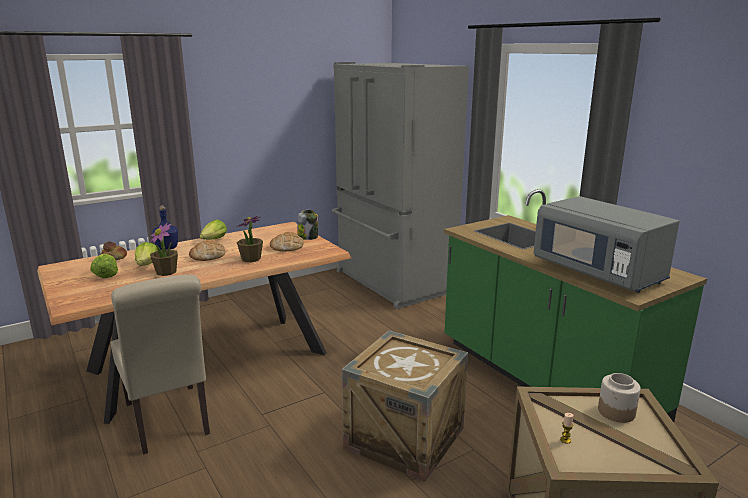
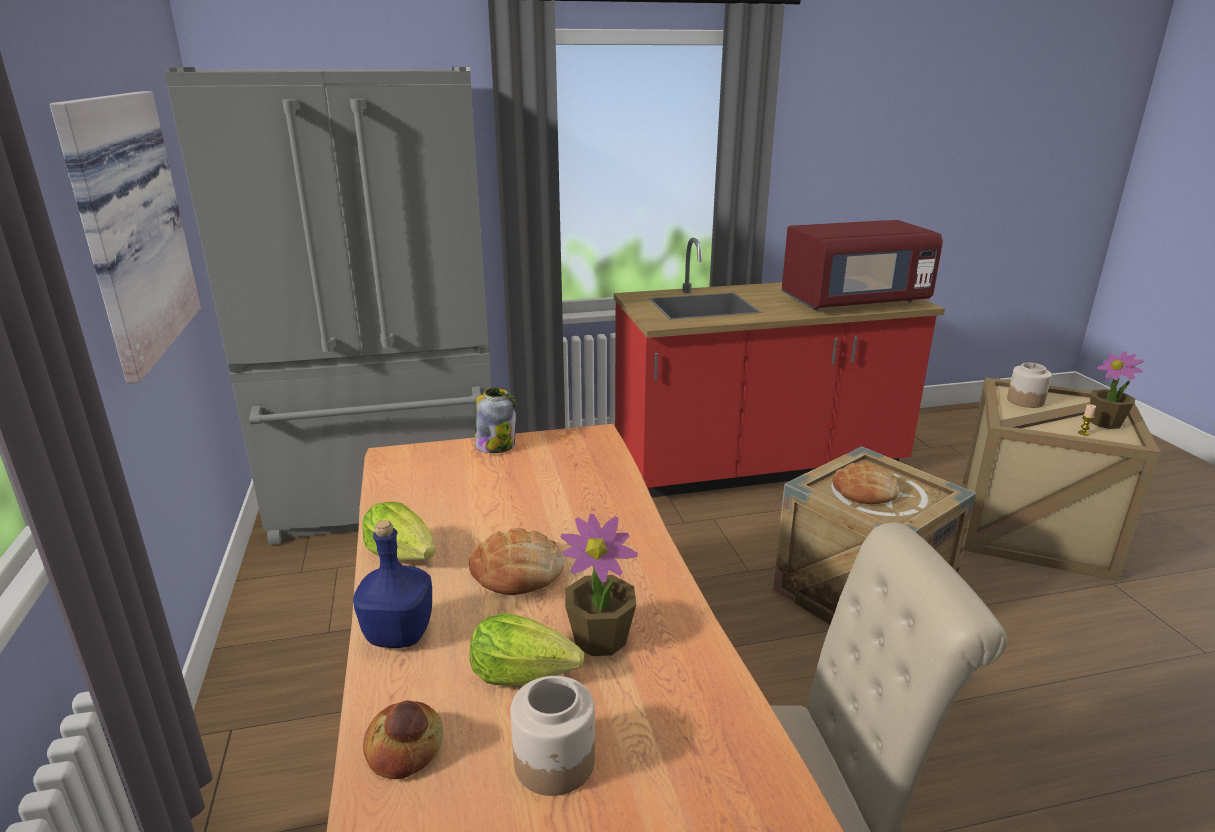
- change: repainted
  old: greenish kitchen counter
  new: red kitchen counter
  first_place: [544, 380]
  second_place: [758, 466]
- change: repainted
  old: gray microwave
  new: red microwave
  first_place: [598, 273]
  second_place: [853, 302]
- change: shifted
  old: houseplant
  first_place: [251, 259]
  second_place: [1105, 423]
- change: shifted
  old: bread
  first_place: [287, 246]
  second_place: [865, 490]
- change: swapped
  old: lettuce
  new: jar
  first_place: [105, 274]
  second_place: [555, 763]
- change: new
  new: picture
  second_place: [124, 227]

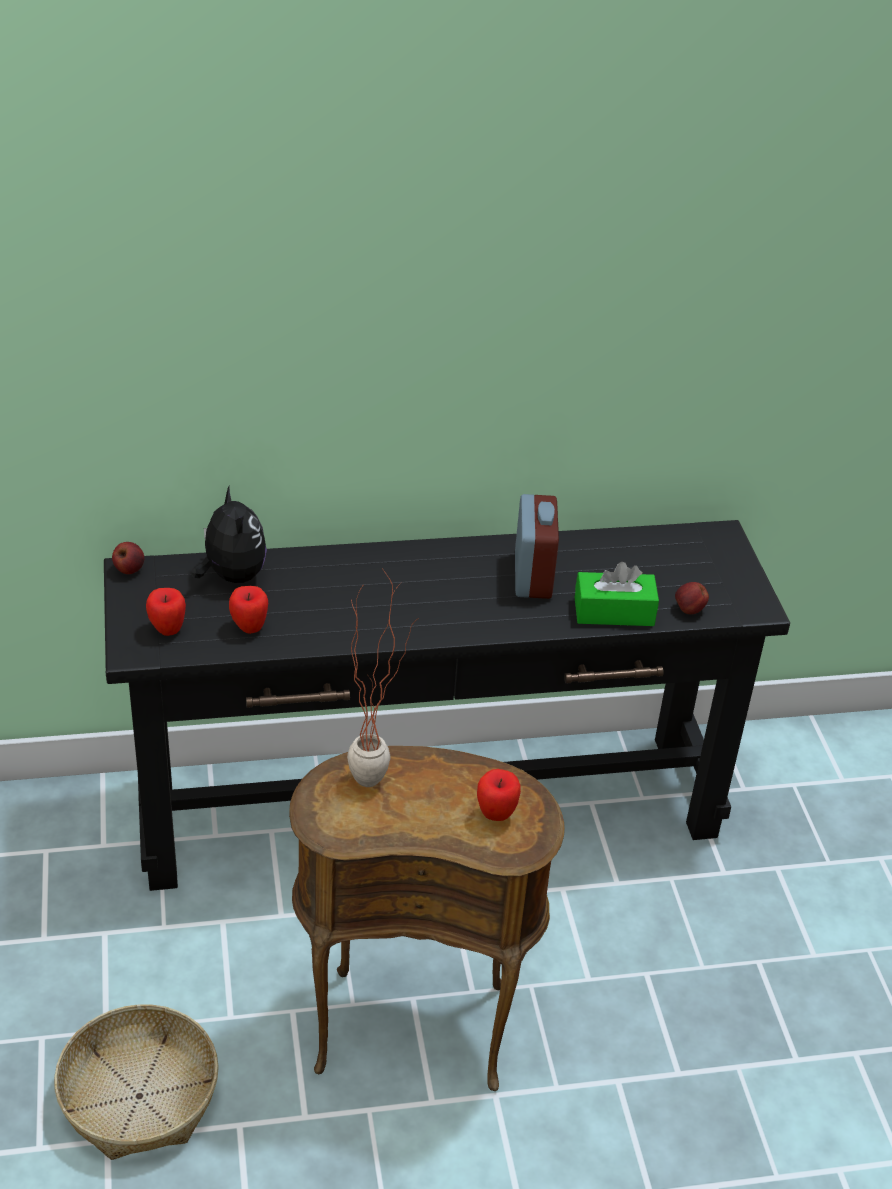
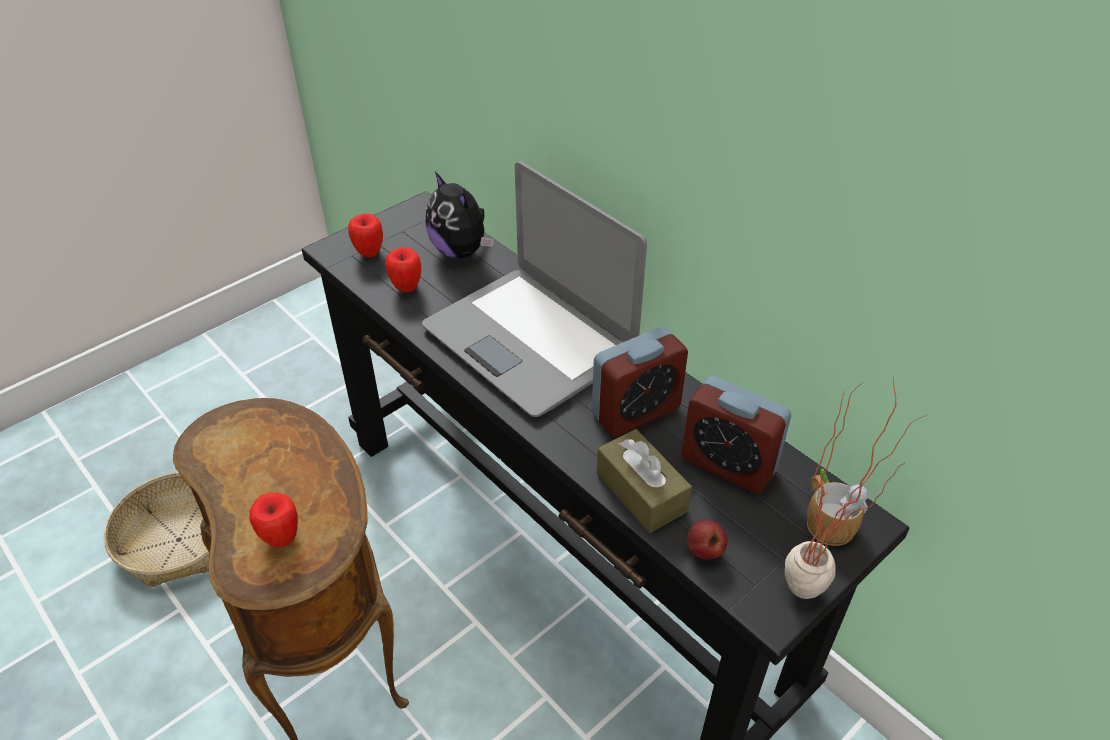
- change: rotated
  old: plush toy
  first_place: [231, 576]
  second_place: [461, 251]
  degrees: 105
- change: gone
  old: whole apple
  first_place: [129, 570]
- change: repainted
  old: greenish box of tissues
  new: brownish box of tissues
  first_place: [614, 612]
  second_place: [641, 492]
- change: shifted
  old: houseplant
  first_place: [379, 776]
  second_place: [818, 594]
- change: new
  new: laptop
  second_place: [530, 340]
- change: new
  new: table clock
  second_place: [728, 464]
- change: new
  new: tea mug
  second_place: [827, 518]

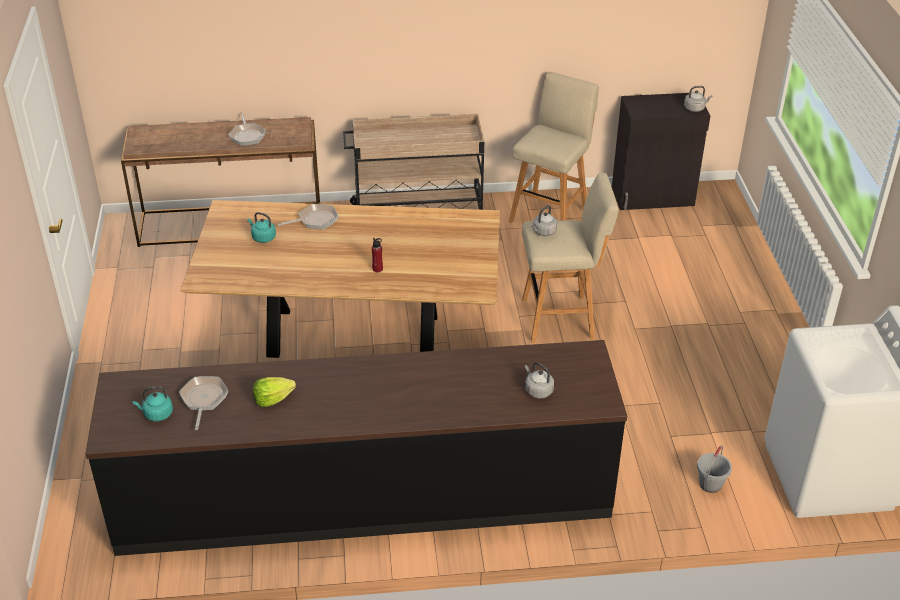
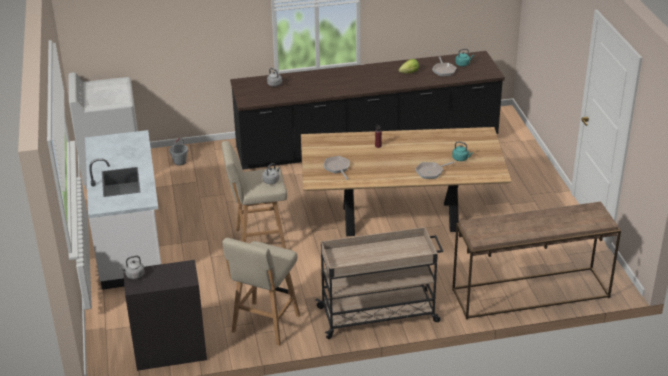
- change: shifted
  old: frying pan
  first_place: [247, 135]
  second_place: [337, 168]
- change: new
  new: whitish kitchen counter
  second_place: [130, 243]

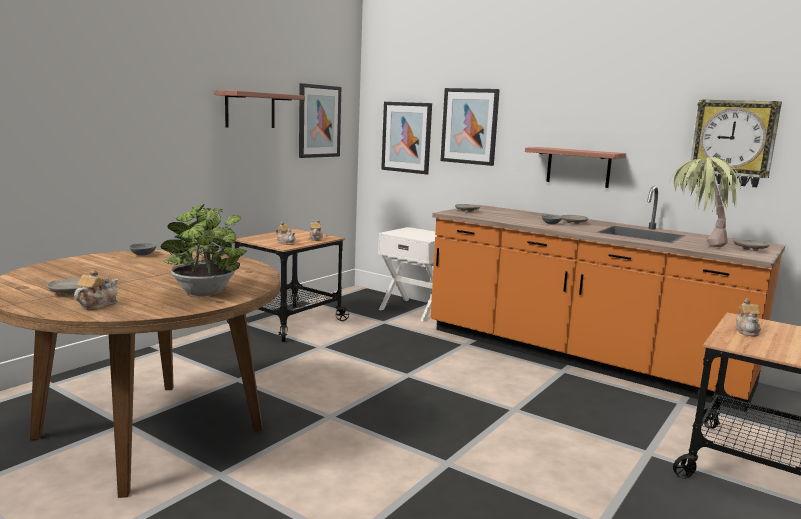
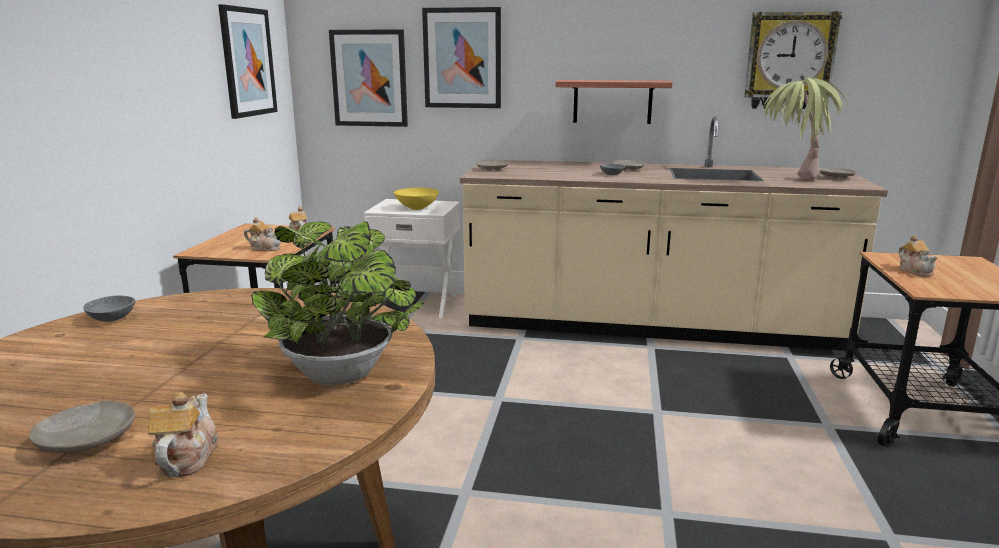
- change: gone
  old: shelf
  first_place: [250, 110]
- change: repainted
  old: orangey kitchen counter
  new: beige kitchen counter
  first_place: [580, 357]
  second_place: [648, 324]
- change: new
  new: yellowish serving bowl
  second_place: [417, 208]

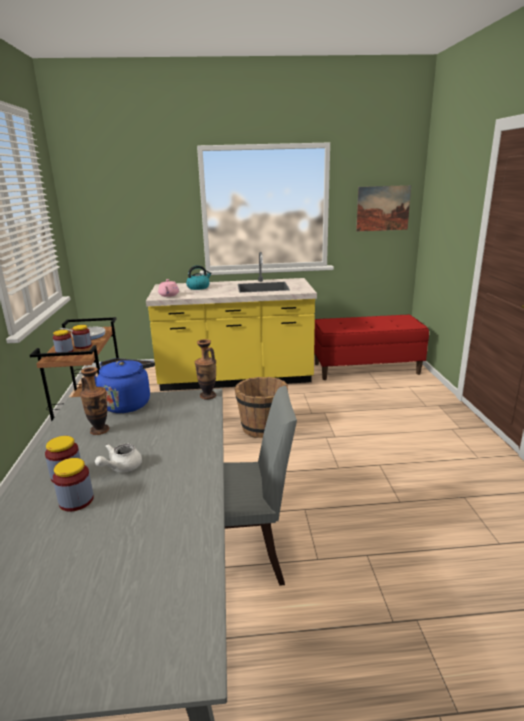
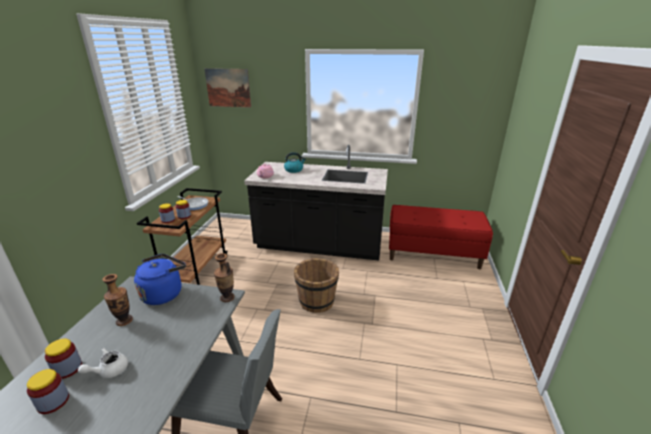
- change: shifted
  old: picture
  first_place: [383, 208]
  second_place: [228, 88]
- change: repainted
  old: yellowish kitchen counter
  new: blackish kitchen counter
  first_place: [235, 378]
  second_place: [319, 245]

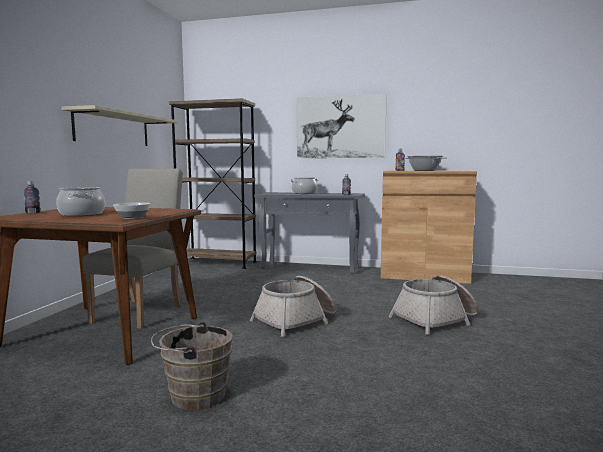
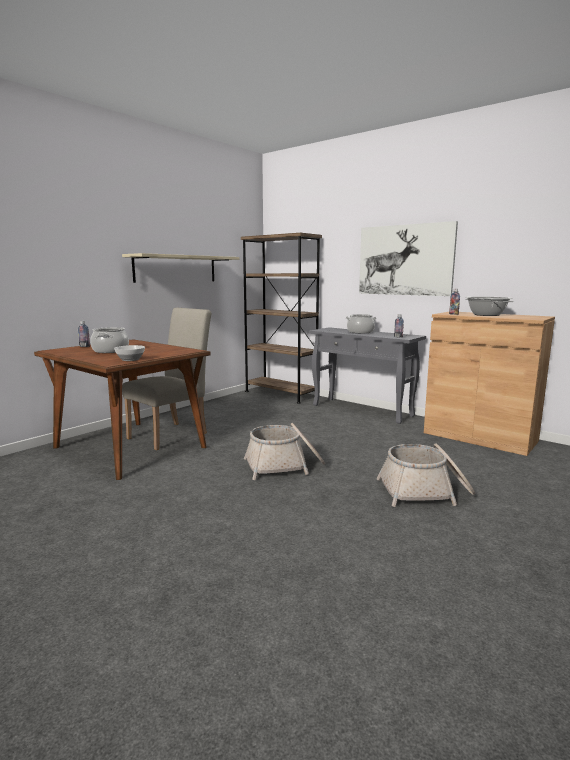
- change: gone
  old: brownish pail
  first_place: [193, 395]

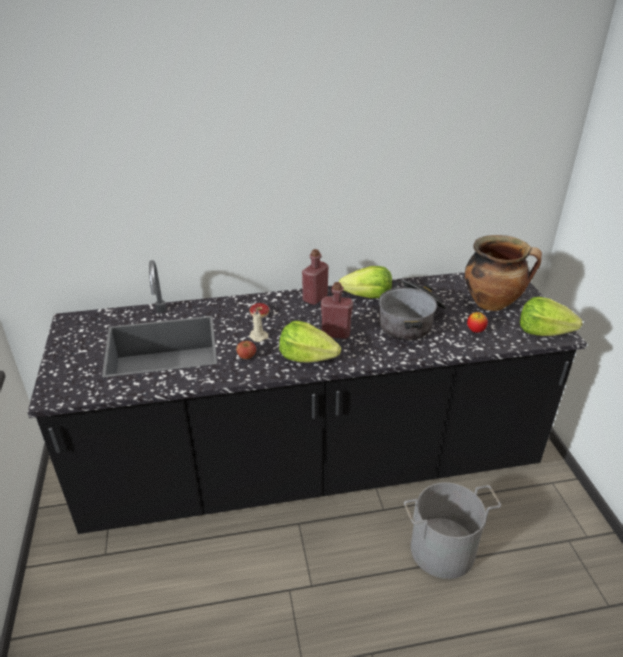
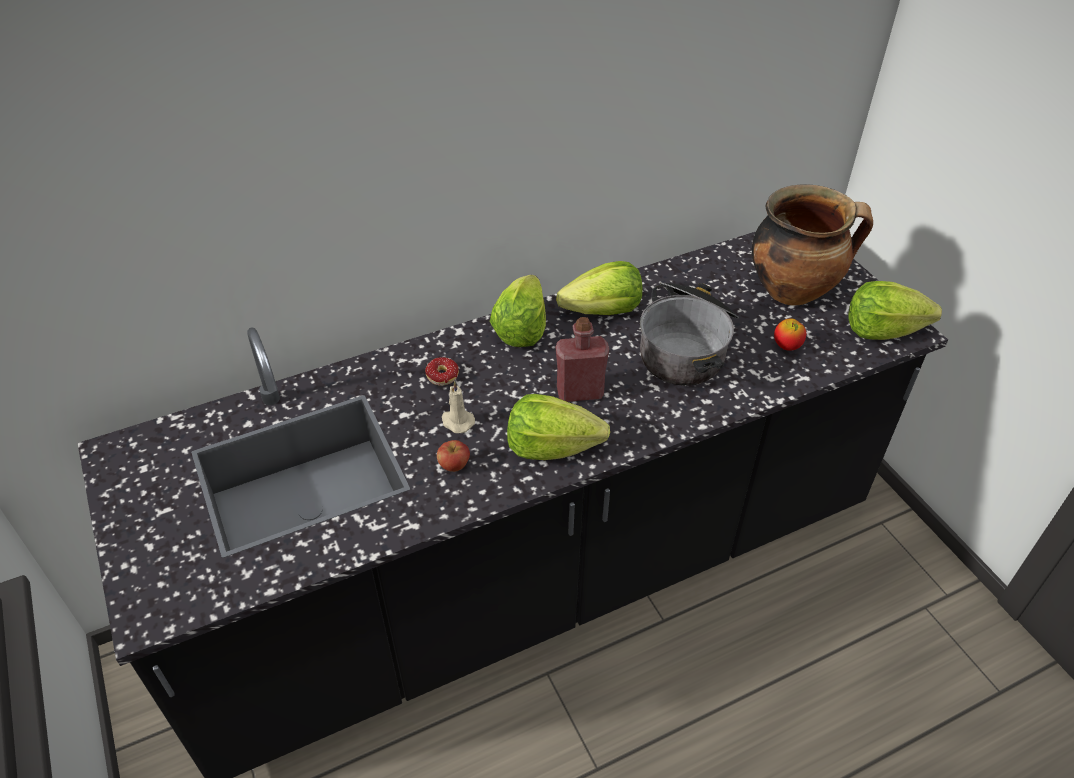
- change: swapped
  old: red bottle
  new: lettuce
  first_place: [315, 298]
  second_place: [521, 329]
- change: gone
  old: gray pail
  first_place: [443, 550]

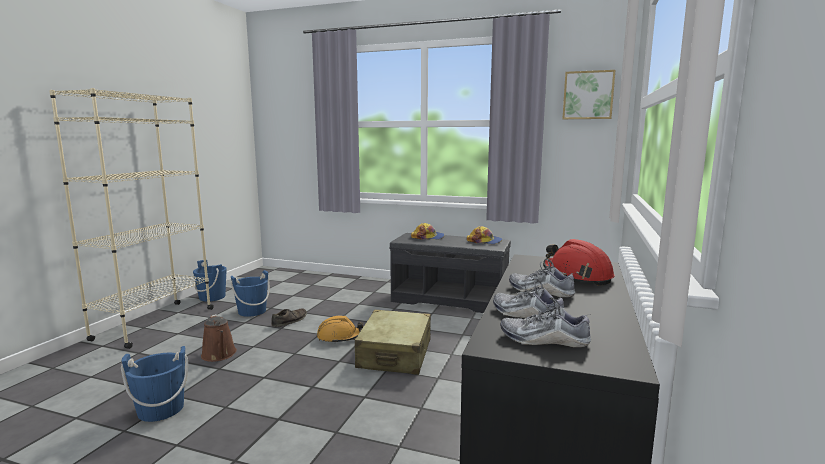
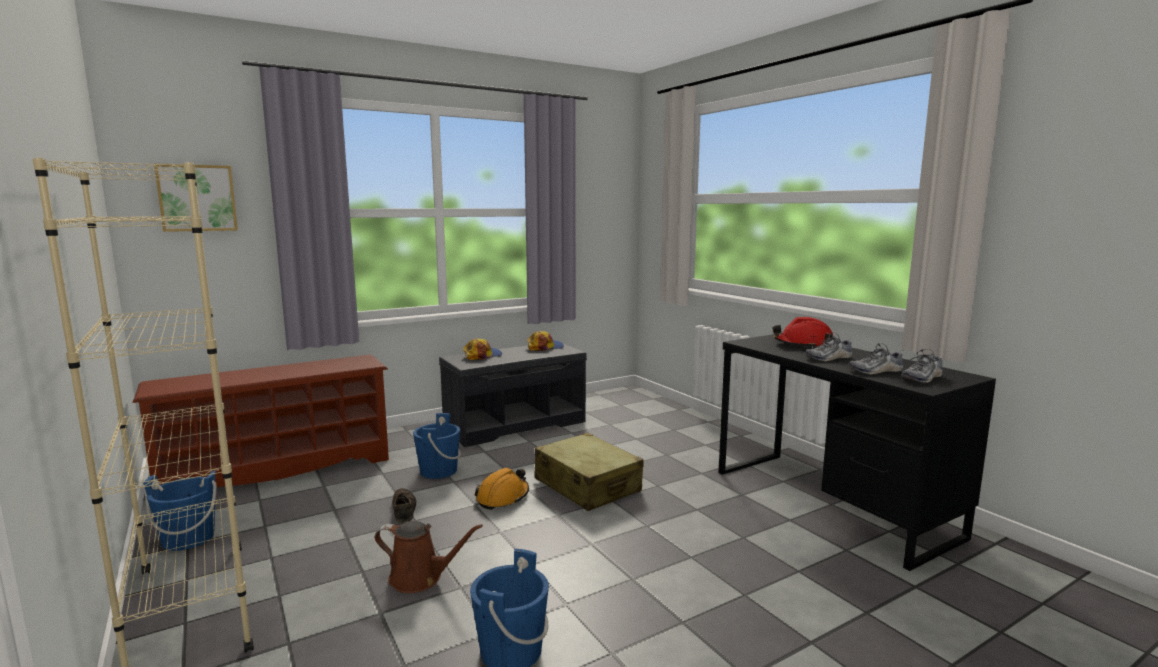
- change: shifted
  old: picture
  first_place: [588, 95]
  second_place: [197, 198]
- change: shifted
  old: blue-coloured pail
  first_place: [252, 311]
  second_place: [438, 471]
- change: new
  new: brownish shoe stand
  second_place: [279, 470]

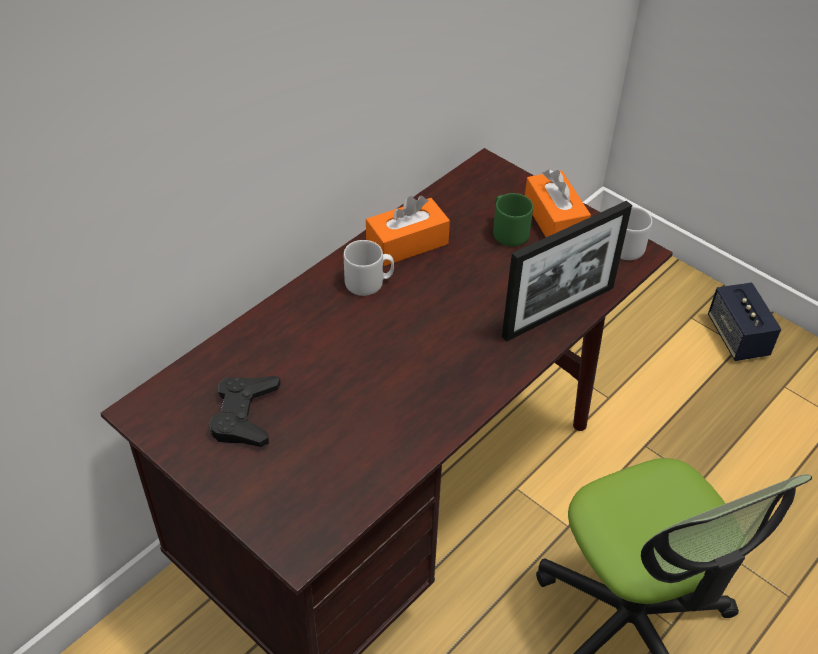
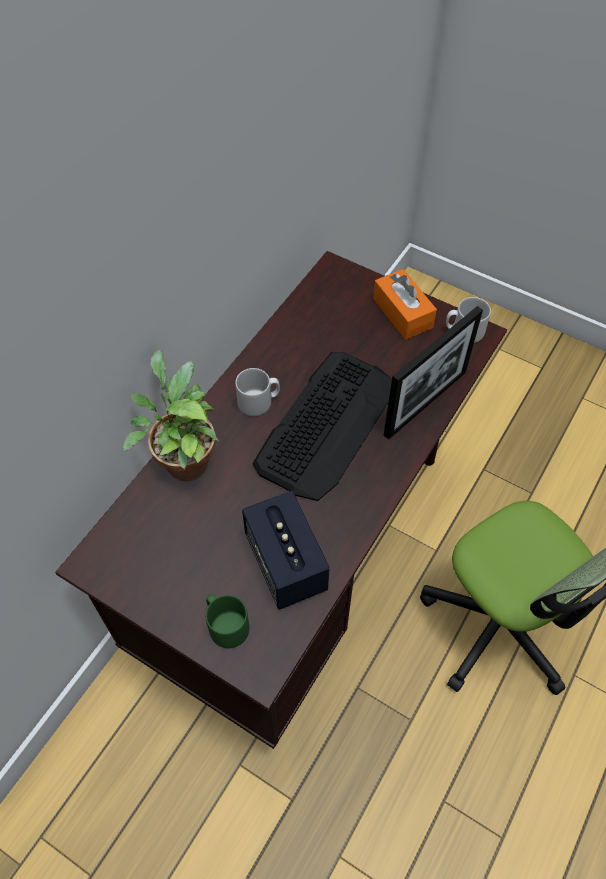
- change: shifted
  old: greenish tea mug
  first_place: [508, 232]
  second_place: [226, 625]
- change: gone
  old: orangey box of tissues
  first_place: [407, 243]
- change: shifted
  old: audio speaker
  first_place: [737, 337]
  second_place: [286, 563]
- change: gone
  old: blackish game controller
  first_place: [245, 415]
- change: new
  new: houseplant
  second_place: [183, 460]
- change: new
  new: keyboard
  second_place: [326, 424]

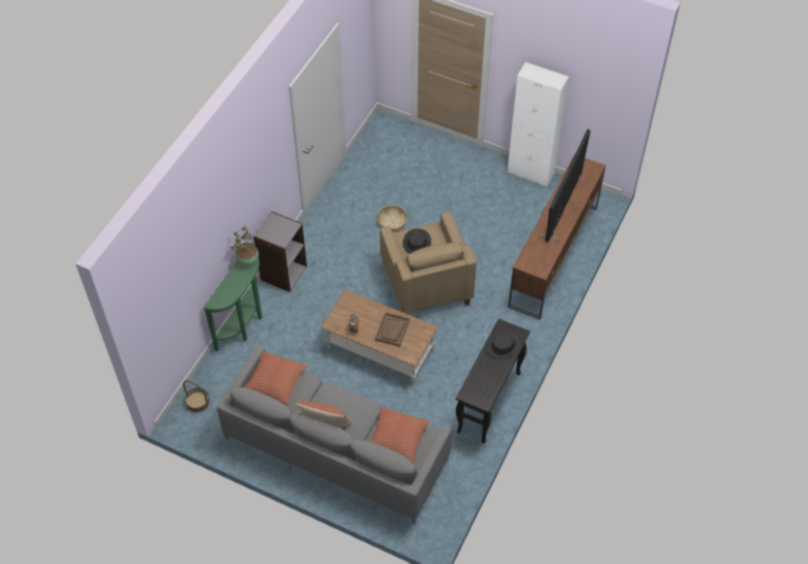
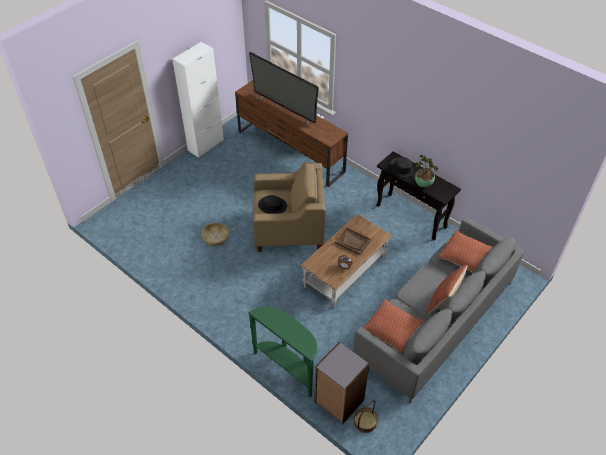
- change: shifted
  old: gray shelving unit
  first_place: [283, 273]
  second_place: [338, 401]
- change: shifted
  old: houseplant
  first_place: [247, 261]
  second_place: [424, 184]

